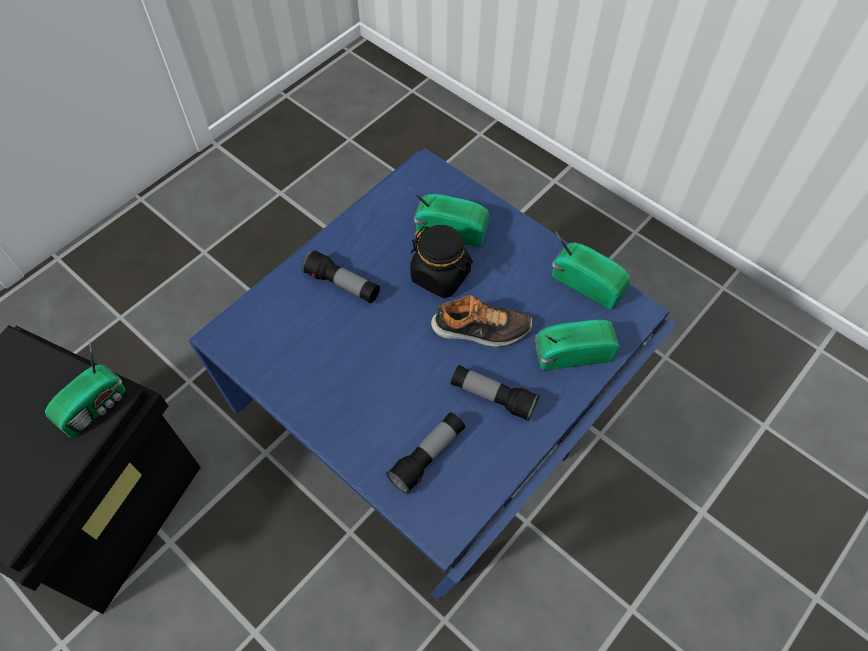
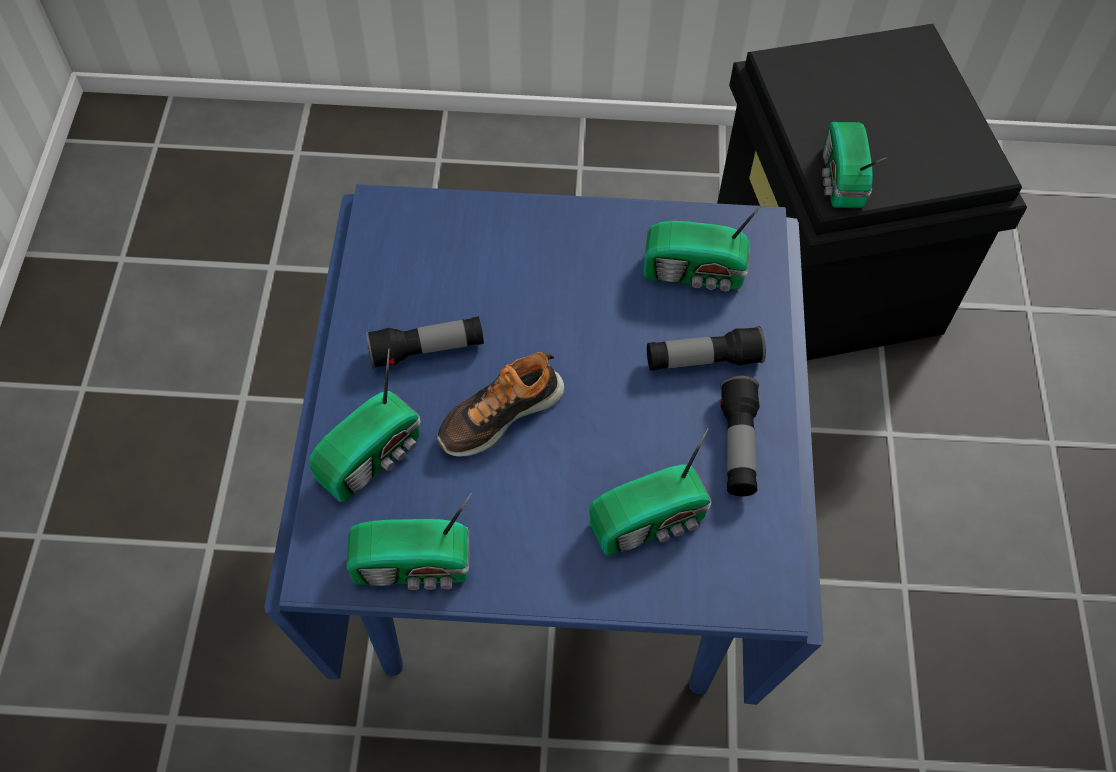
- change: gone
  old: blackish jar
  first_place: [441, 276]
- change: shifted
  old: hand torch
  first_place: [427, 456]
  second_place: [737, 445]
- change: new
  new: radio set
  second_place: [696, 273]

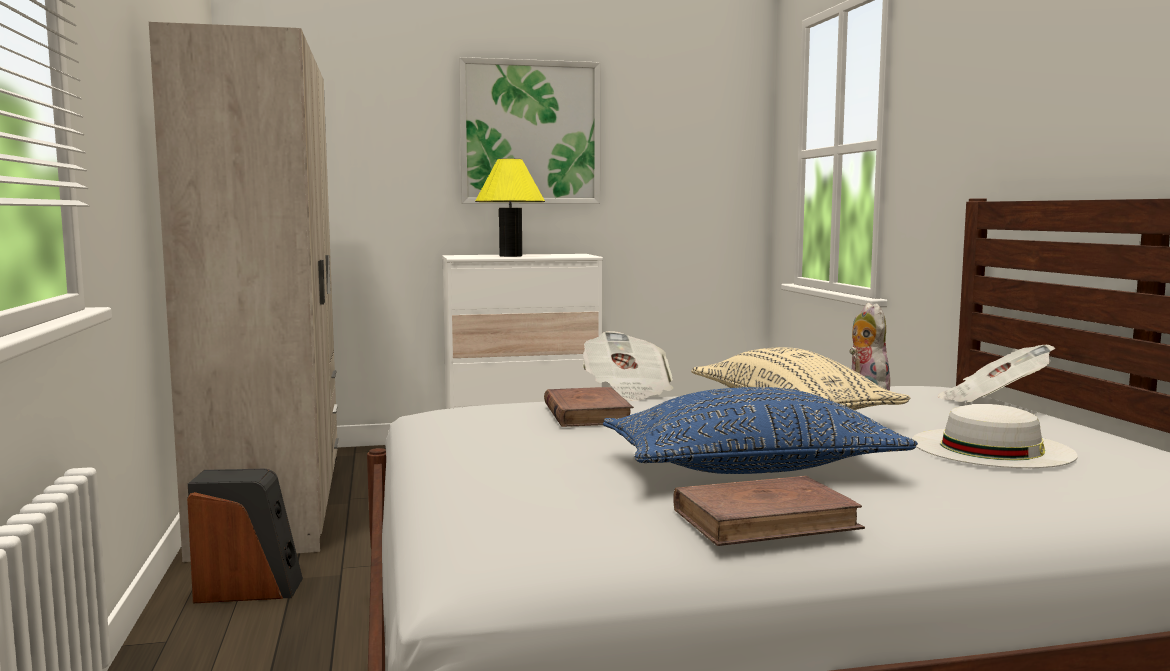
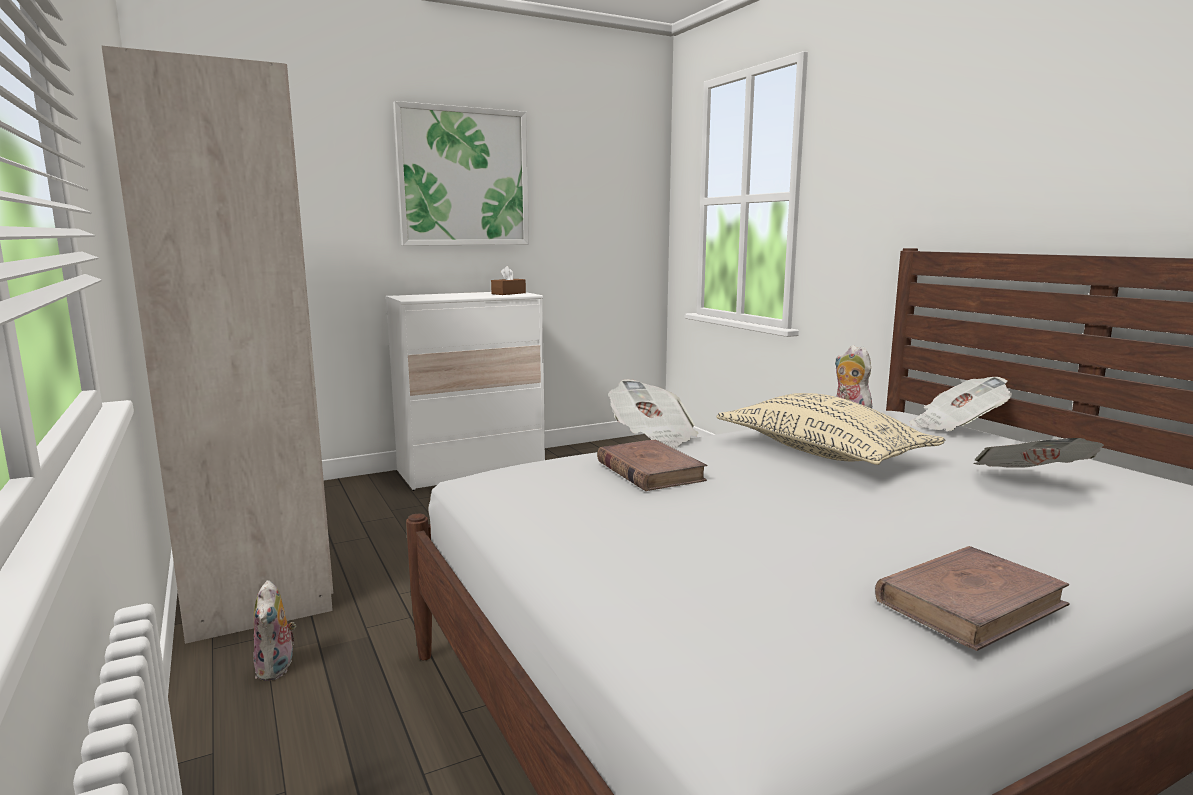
- change: gone
  old: yellowish lamp for a table
  first_place: [510, 256]
- change: gone
  old: blue-coloured pillow
  first_place: [751, 469]
- change: swapped
  old: whitish hat
  new: newspaper
  first_place: [991, 448]
  second_place: [1030, 483]
- change: swapped
  old: audio speaker
  new: plush toy
  first_place: [248, 589]
  second_place: [277, 668]
- change: new
  new: brownish box of tissues
  second_place: [508, 293]

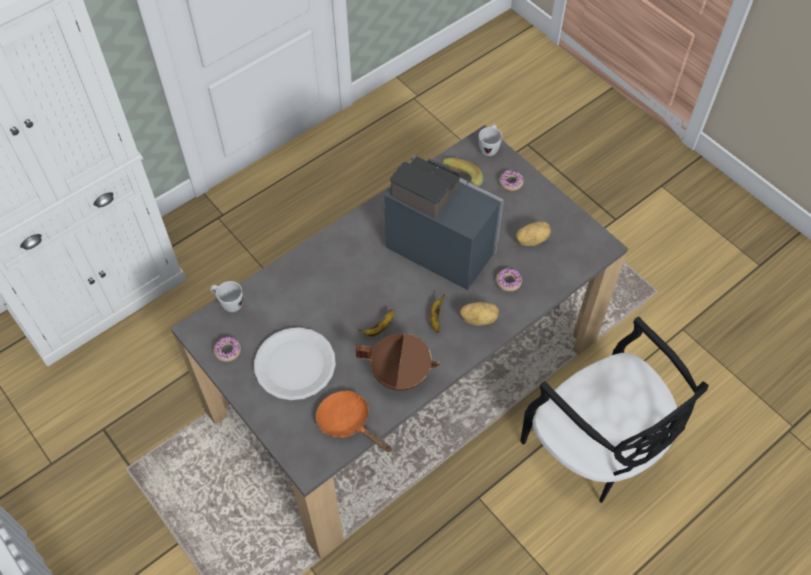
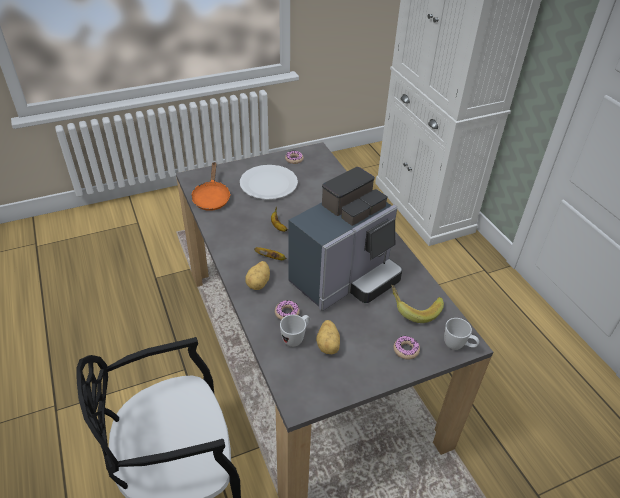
- change: shifted
  old: whitish tea mug
  first_place: [228, 303]
  second_place: [296, 338]
- change: gone
  old: brownish stockpot
  first_place: [400, 373]
- change: rotated
  old: orangey frying pan
  first_place: [348, 422]
  second_place: [211, 198]
  degrees: 120

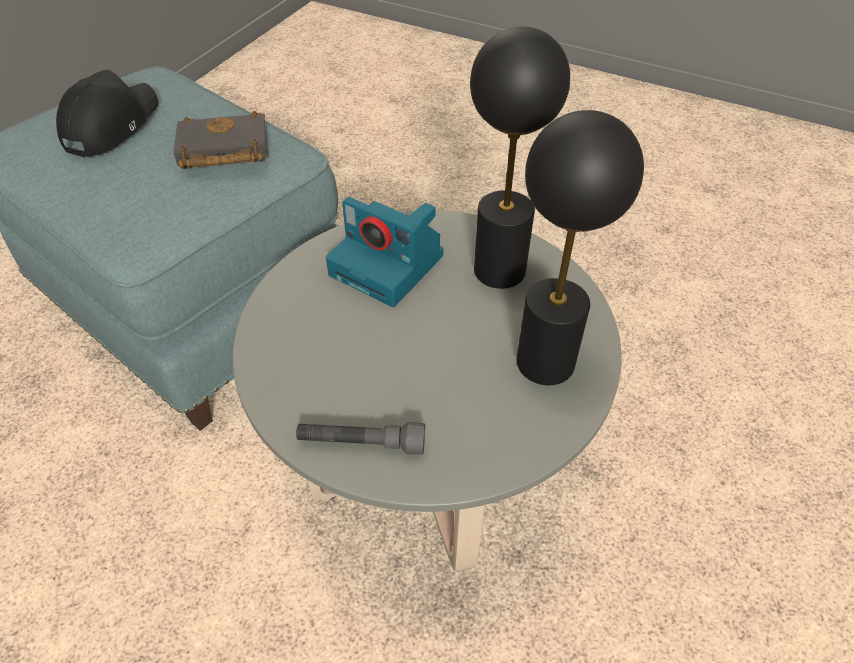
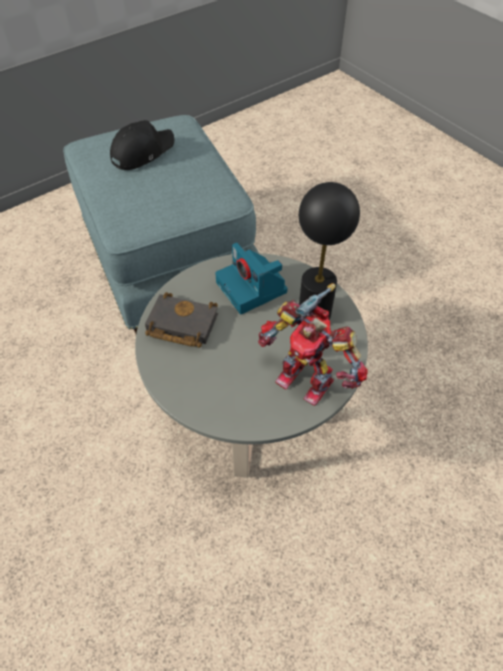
- change: swapped
  old: blackish lamp for a table
  new: model robot
  first_place: [546, 362]
  second_place: [306, 378]
- change: shifted
  old: blackish volume
  first_place: [221, 150]
  second_place: [180, 325]
- change: gone
  old: gray hand torch
  first_place: [361, 444]

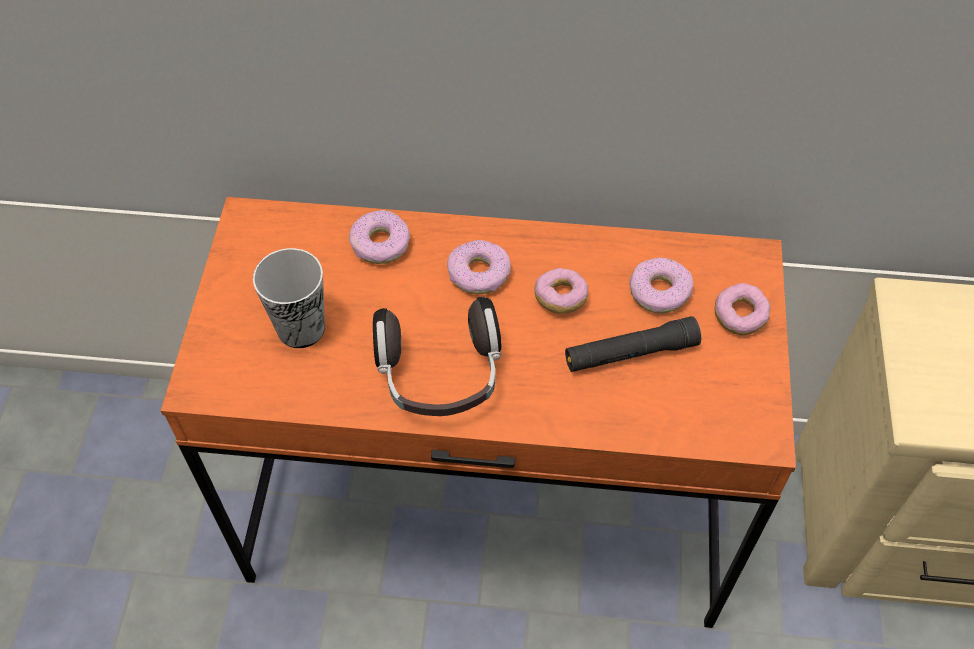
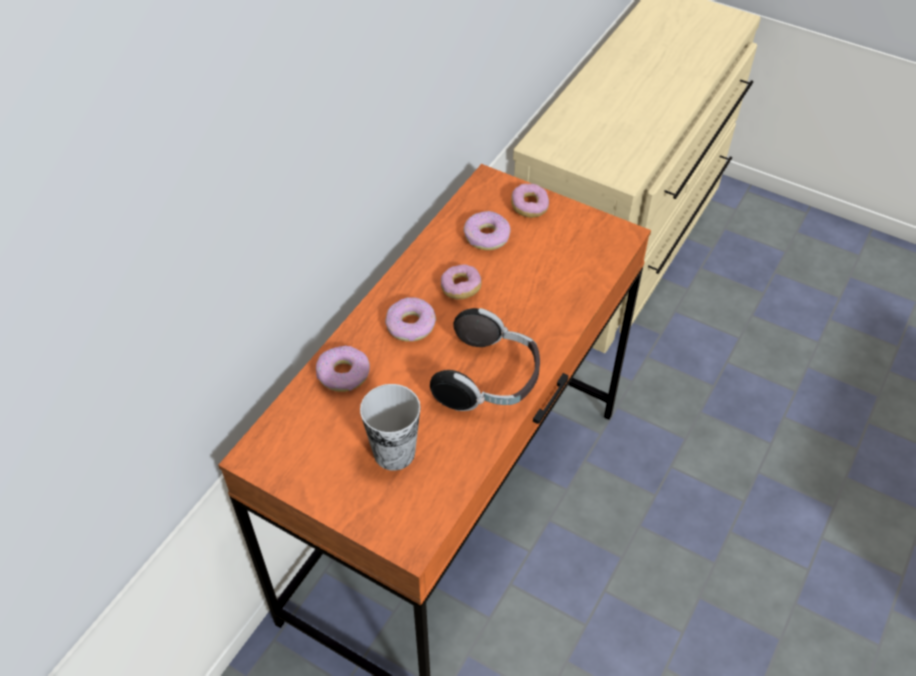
- change: gone
  old: blackish hand torch
  first_place: [630, 353]

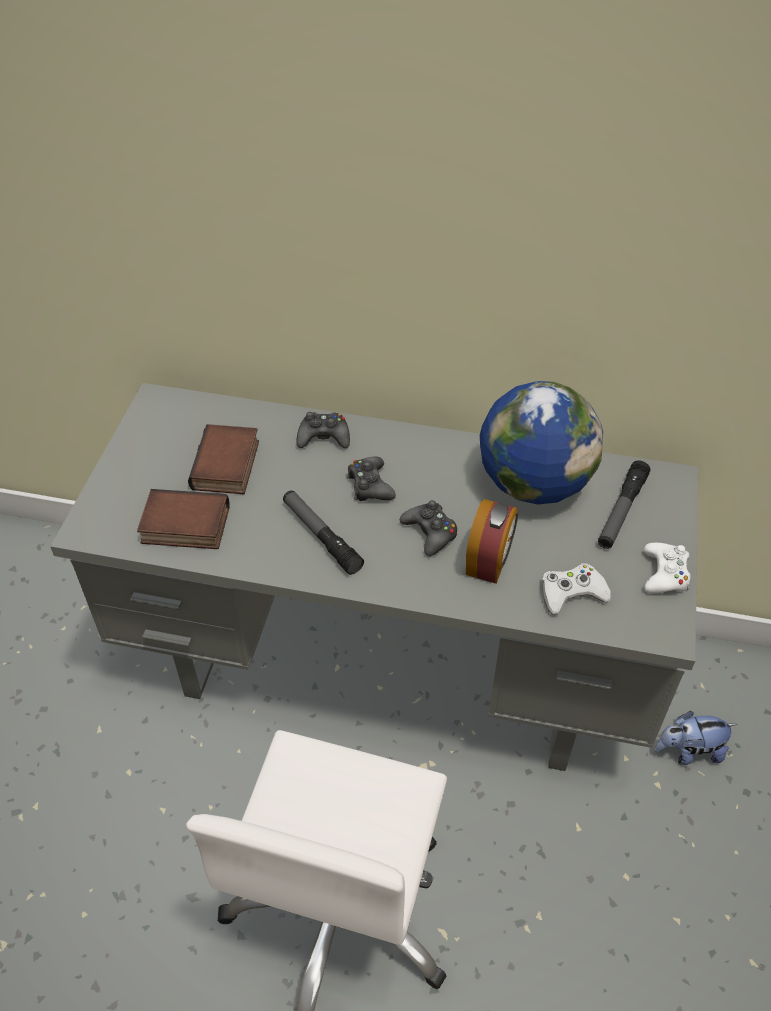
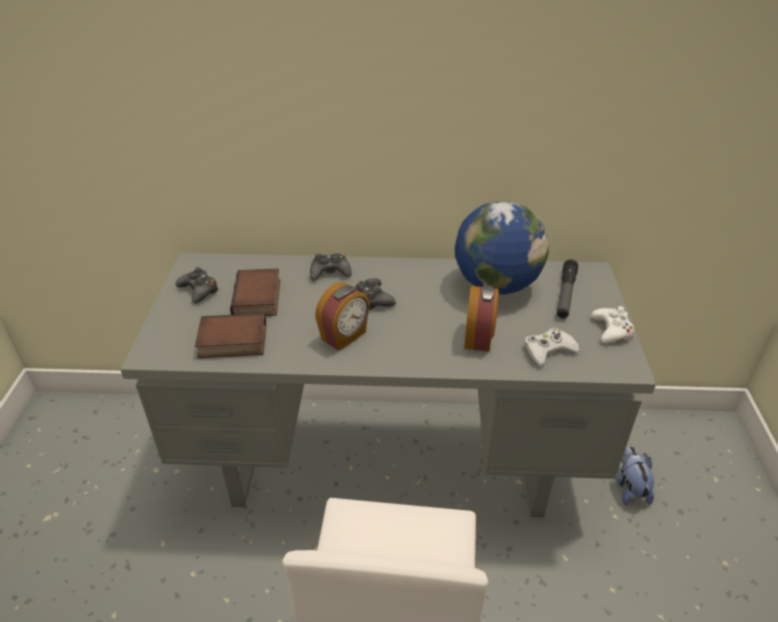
- change: swapped
  old: hand torch
  new: table clock
  first_place: [321, 536]
  second_place: [344, 336]
- change: shifted
  old: blackish game controller
  first_place: [430, 532]
  second_place: [199, 290]
- change: rotated
  old: plush toy
  first_place: [688, 751]
  second_place: [630, 488]
  degrees: 105

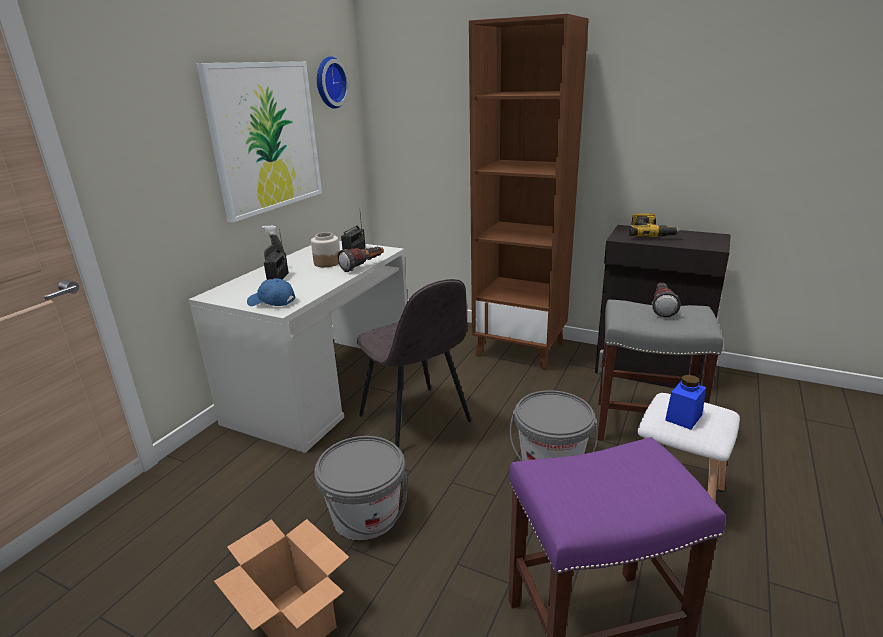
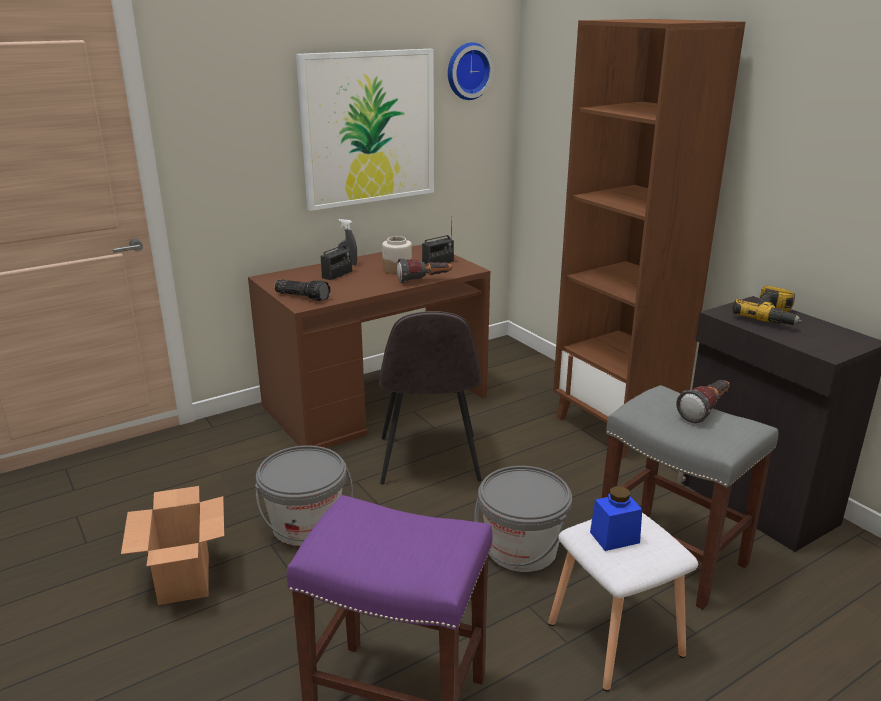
- change: repainted
  old: whitish desk table
  new: brownish desk table
  first_place: [323, 387]
  second_place: [375, 401]
- change: swapped
  old: blue-coloured cap
  new: hand torch
  first_place: [271, 302]
  second_place: [303, 296]

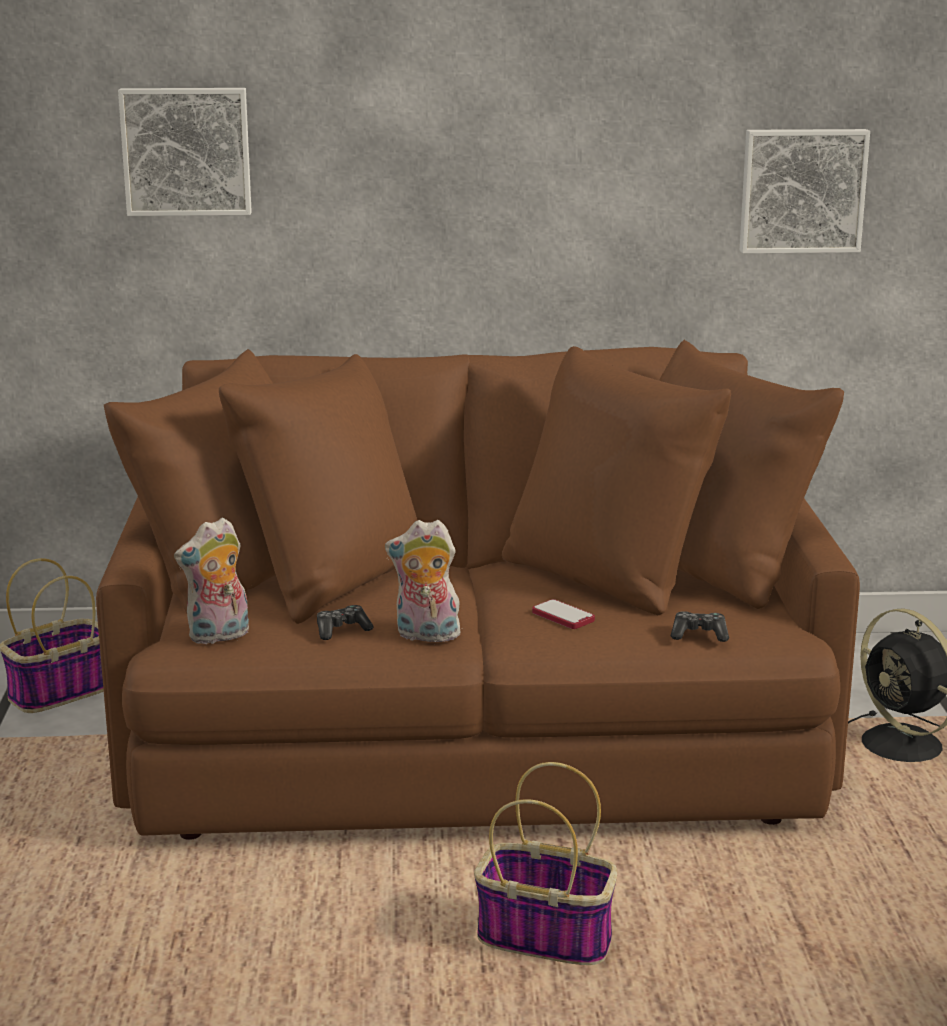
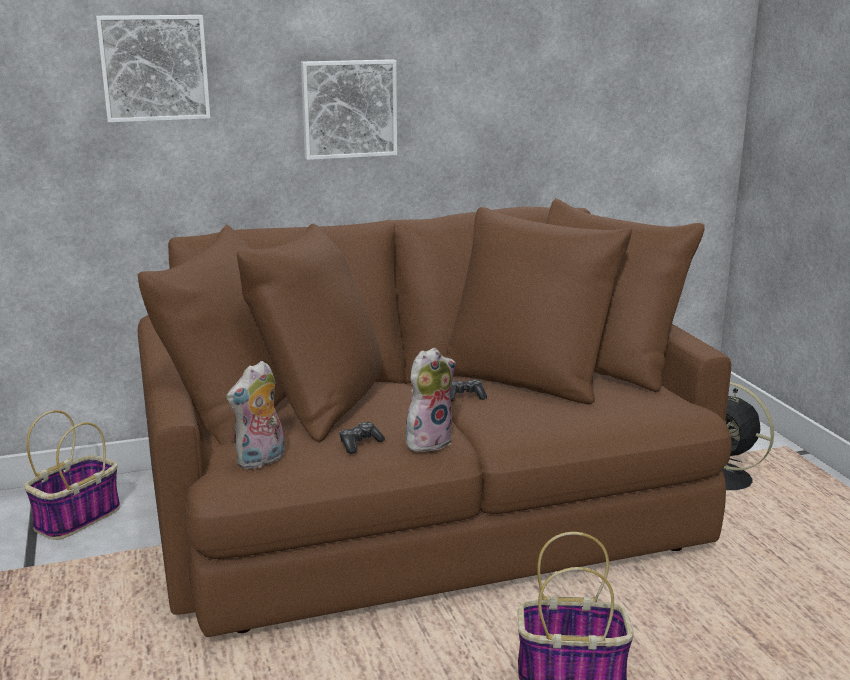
- change: shifted
  old: picture
  first_place: [802, 190]
  second_place: [348, 108]
- change: rotated
  old: plush toy
  first_place: [425, 636]
  second_place: [428, 441]
  degrees: 150
- change: gone
  old: telephone
  first_place: [563, 616]
- change: shifted
  old: game controller
  first_place: [699, 635]
  second_place: [464, 396]

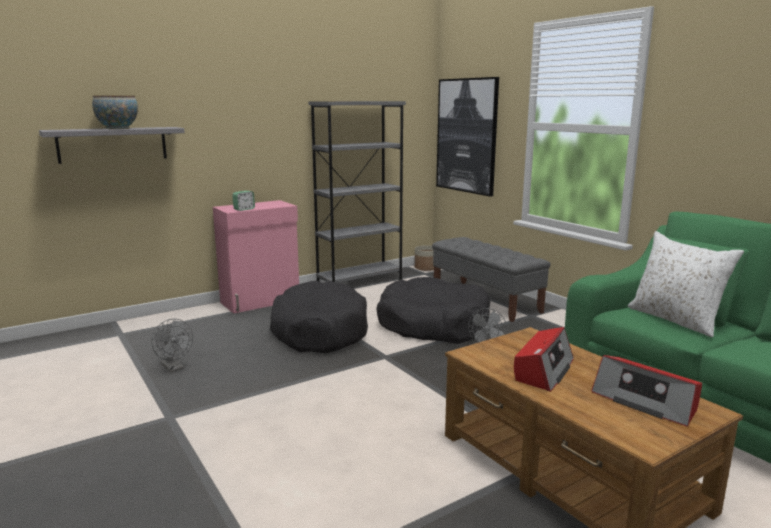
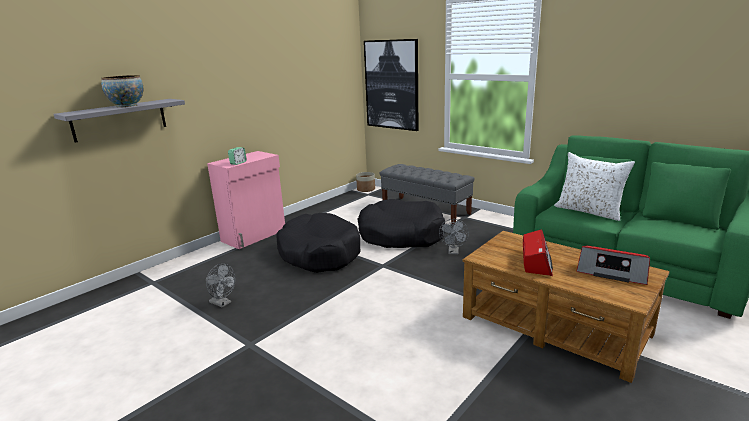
- change: gone
  old: gray shelving unit
  first_place: [360, 282]

